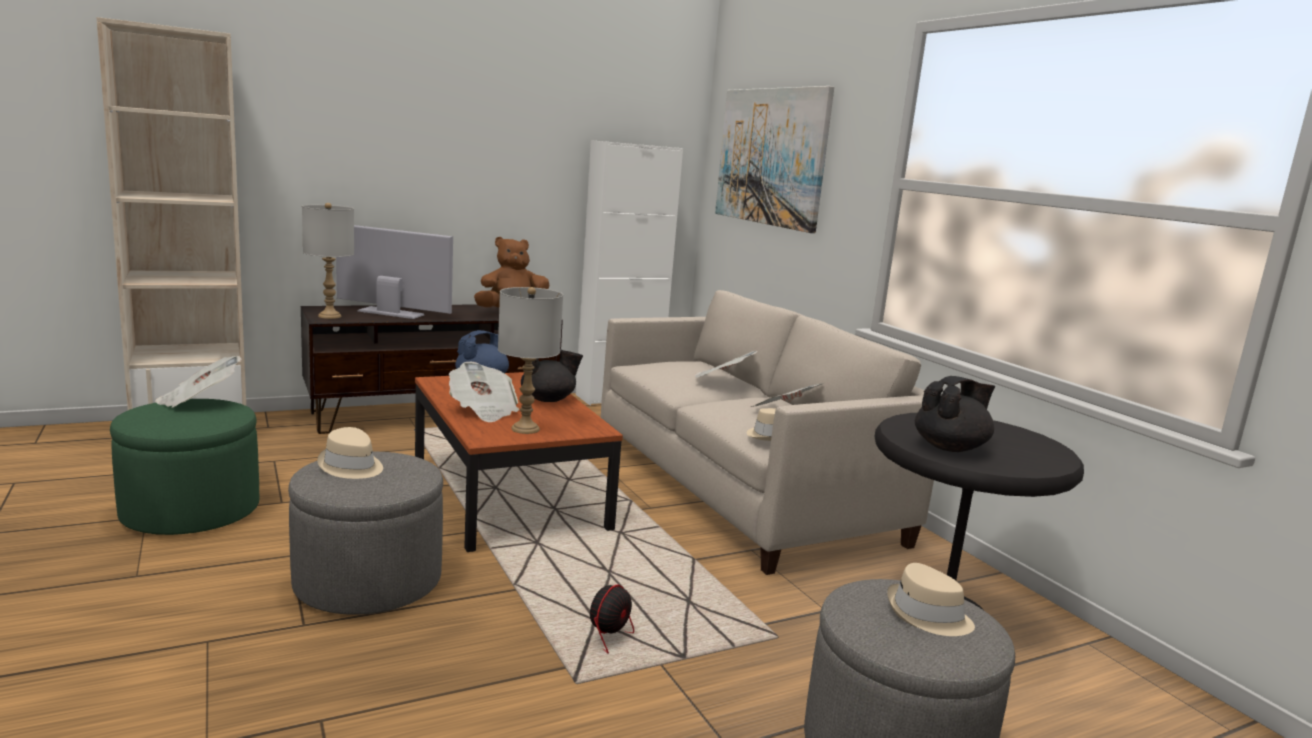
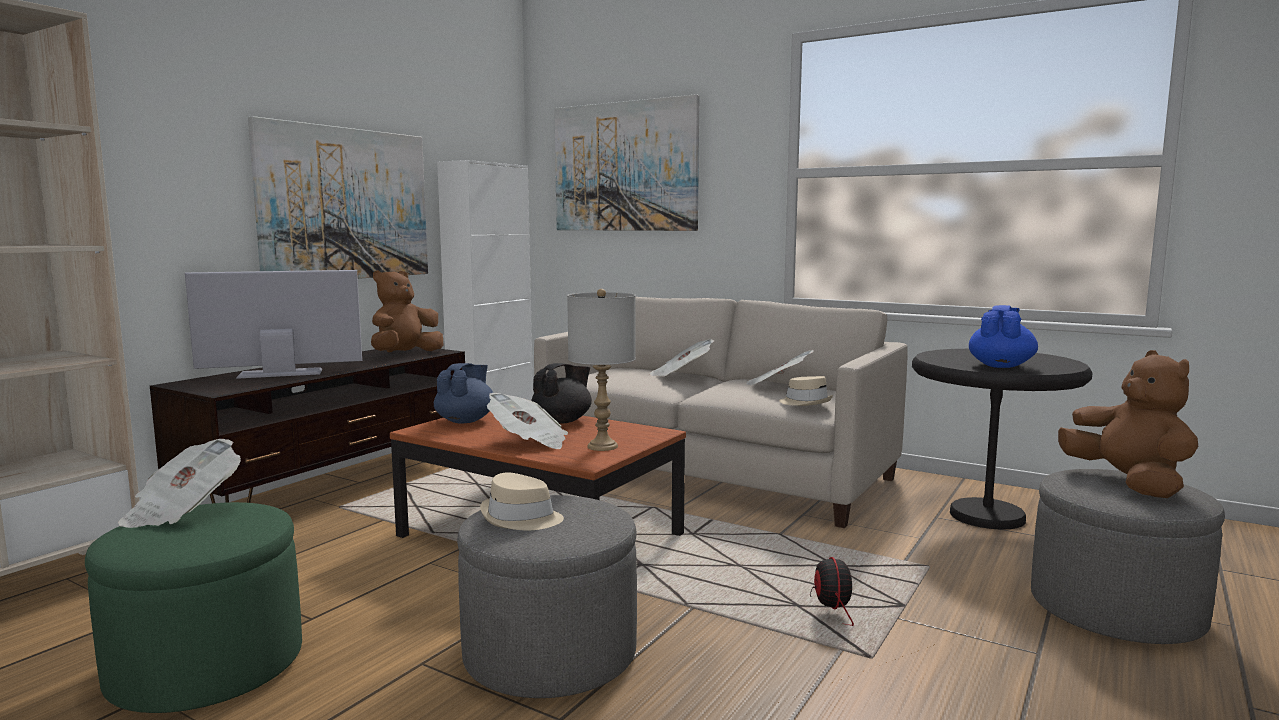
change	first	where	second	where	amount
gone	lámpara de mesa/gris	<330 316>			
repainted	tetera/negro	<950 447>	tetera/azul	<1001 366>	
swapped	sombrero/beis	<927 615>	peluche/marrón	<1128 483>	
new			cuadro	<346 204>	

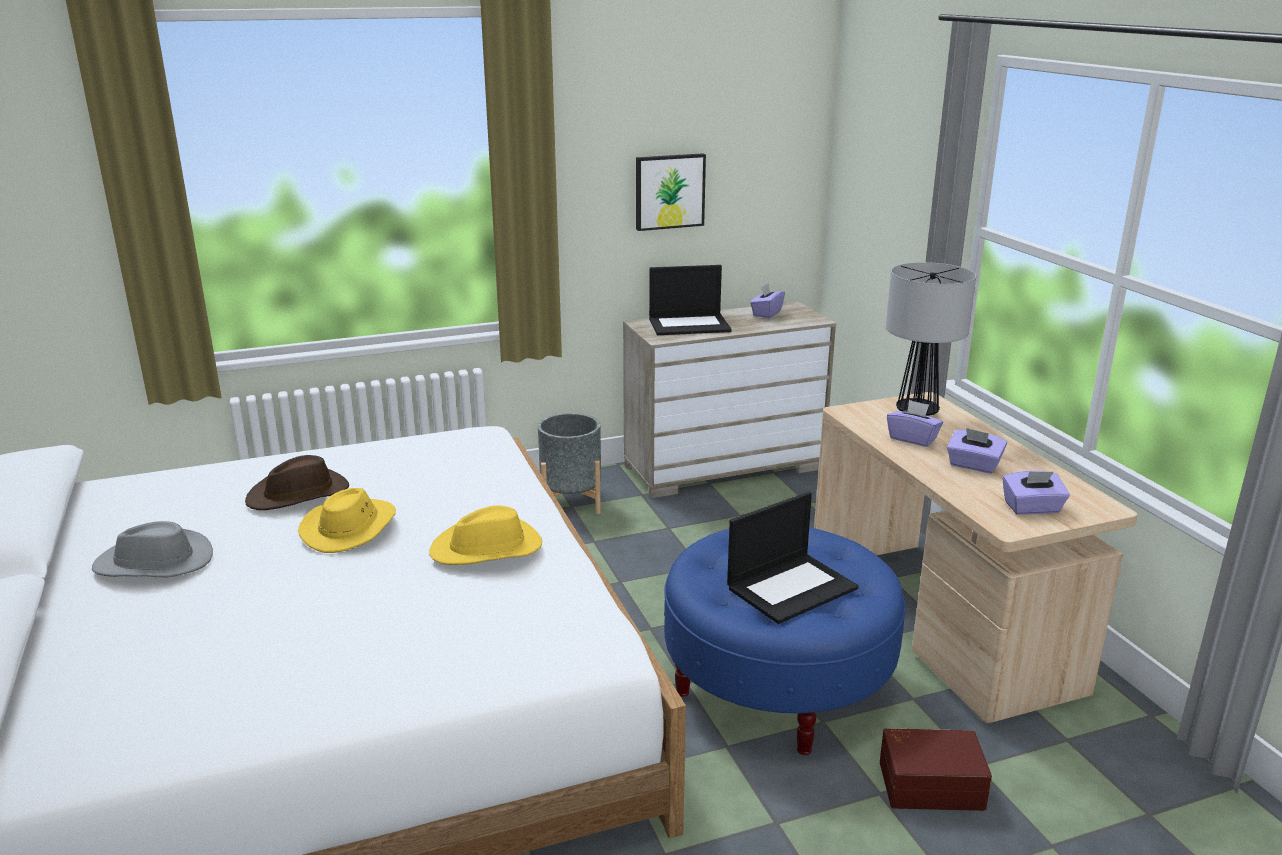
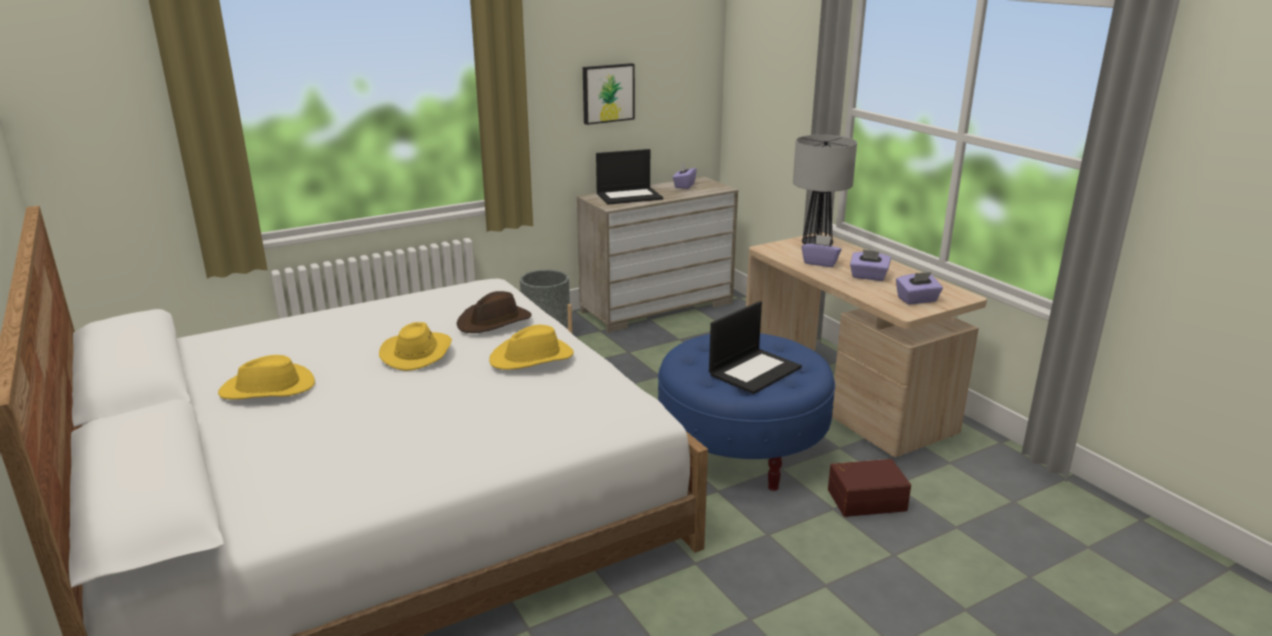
change	first	where	second	where	amount
shifted	sombrero/marrón	<299 494>		<494 322>	
repainted	sombrero/gris	<154 563>	sombrero/amarillo	<268 389>	

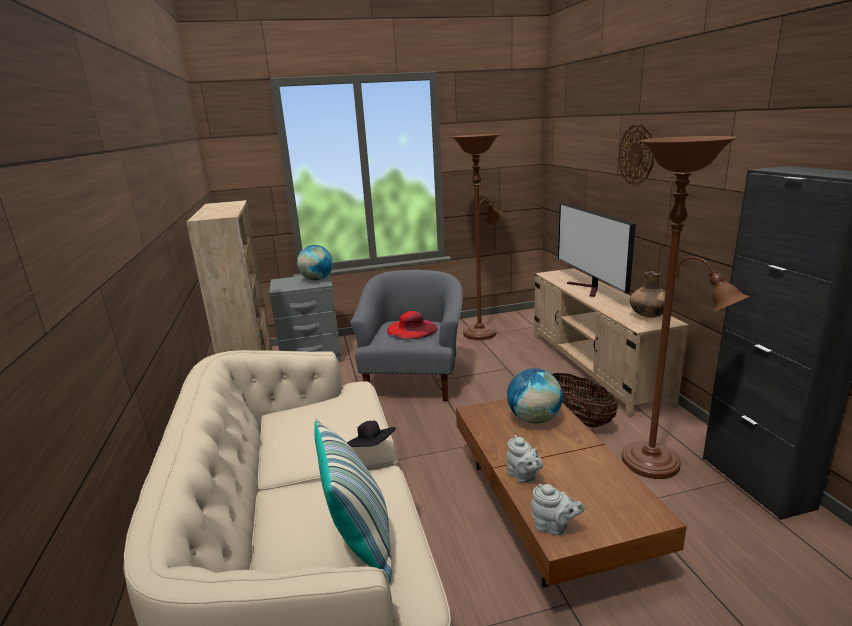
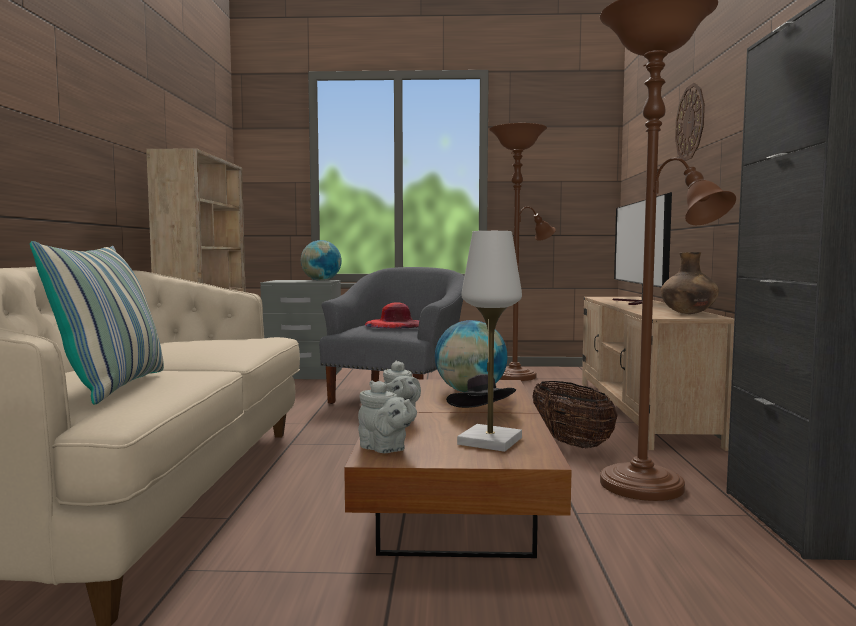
change	first	where	second	where	amount
shifted	sombrero/negro	<371 450>		<482 414>	
new			lámpara de mesa/blanco	<490 441>	

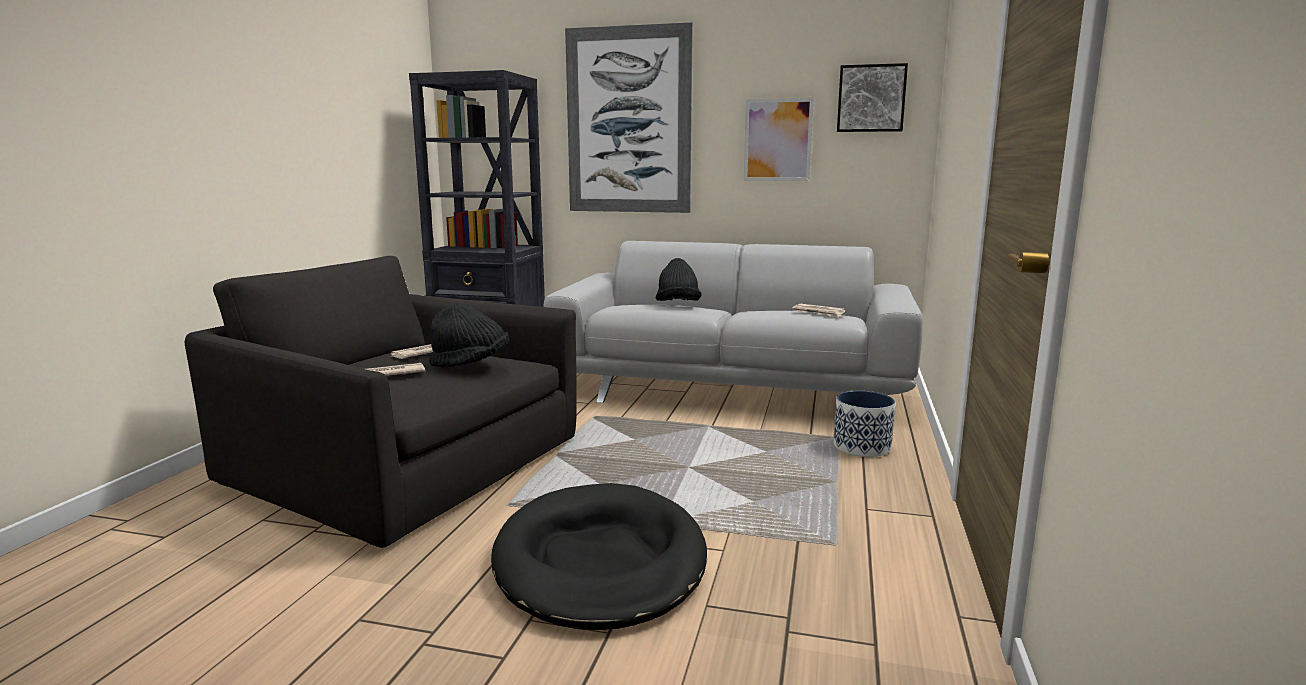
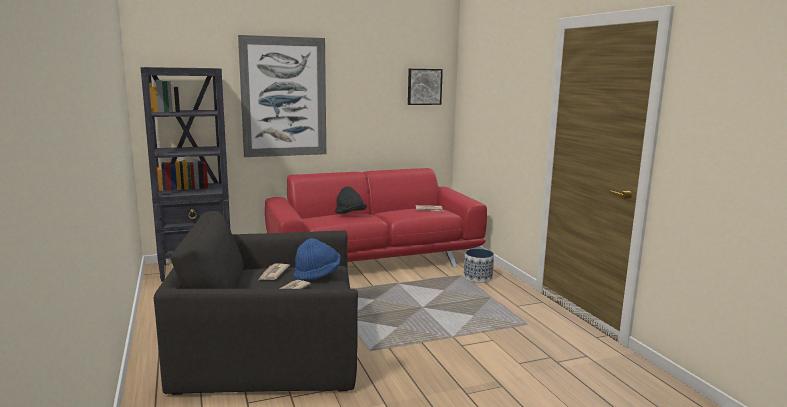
change	first	where	second	where	amount
gone	cuadro	<778 140>			
repainted	sofá/gris	<732 387>	sofá/rojo	<375 258>	
repainted	sombrero/negro	<471 364>	sombrero/azul	<317 274>	
gone	cama para perro/negro	<600 562>			

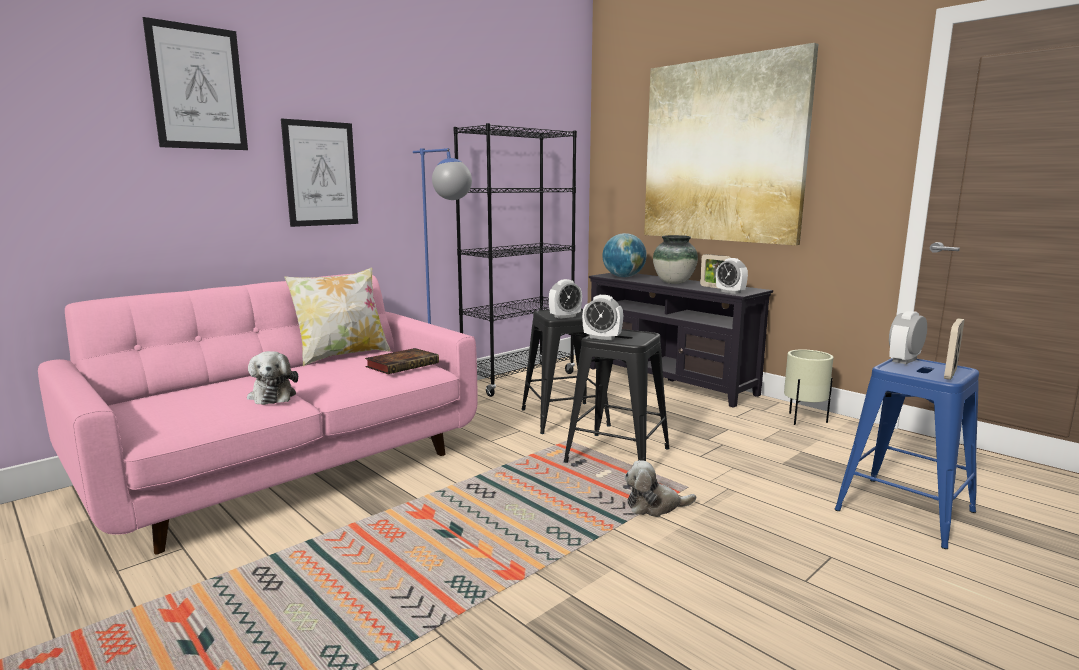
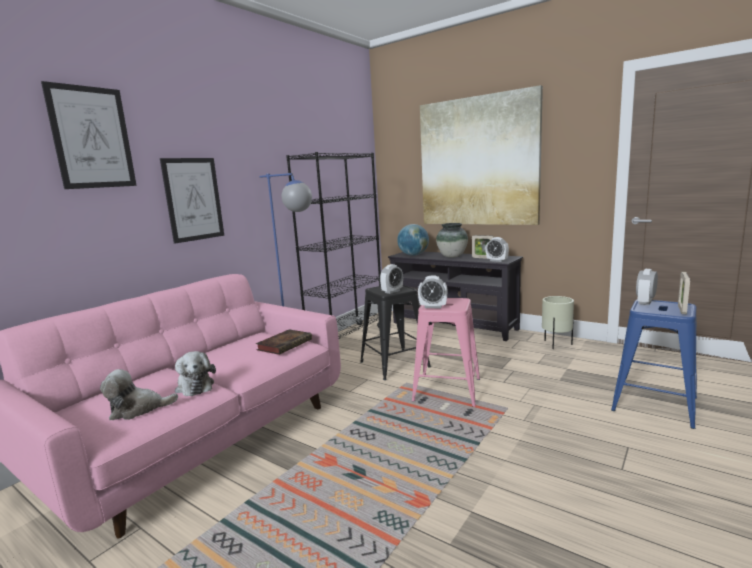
change	first	where	second	where	amount
gone	cojín	<342 355>			
repainted	taburete/negro	<617 455>	taburete/rosa	<446 390>	
shifted	peluche	<655 506>		<138 409>	

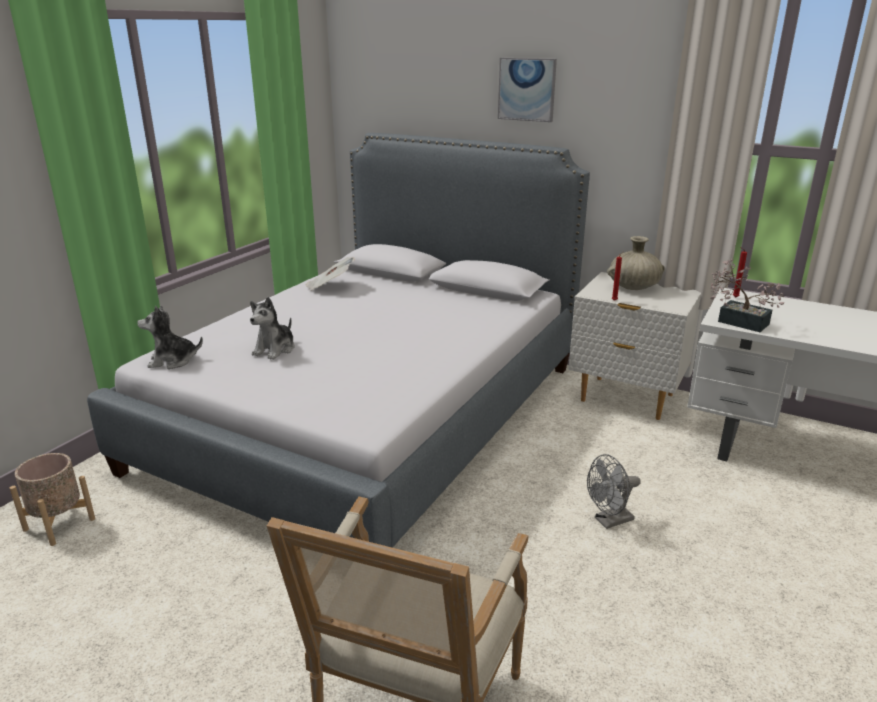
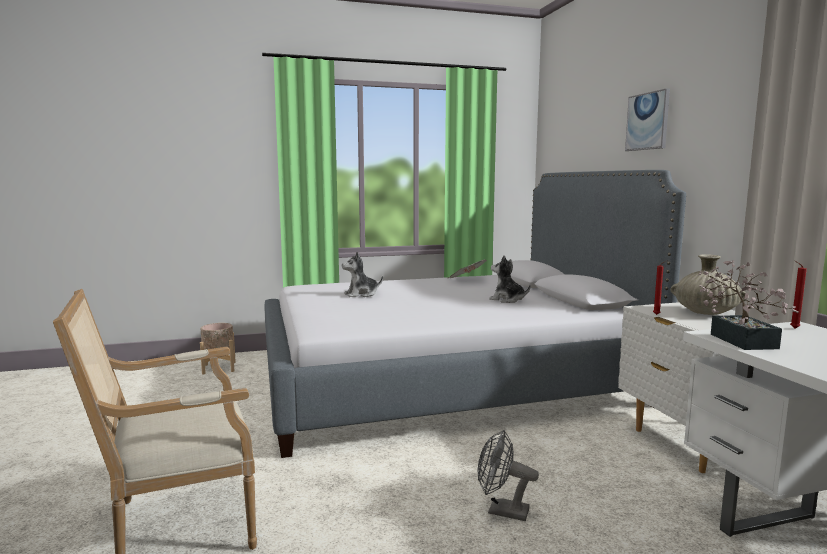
change	first	where	second	where	amount
shifted	peluche	<172 361>		<507 300>	

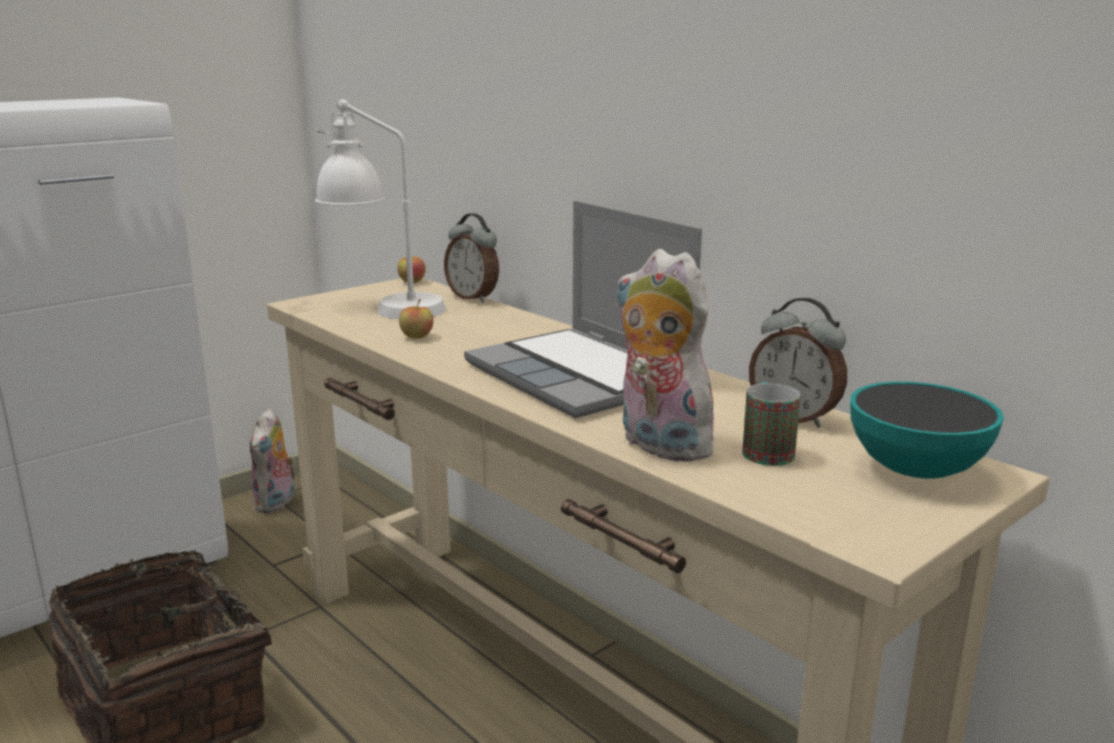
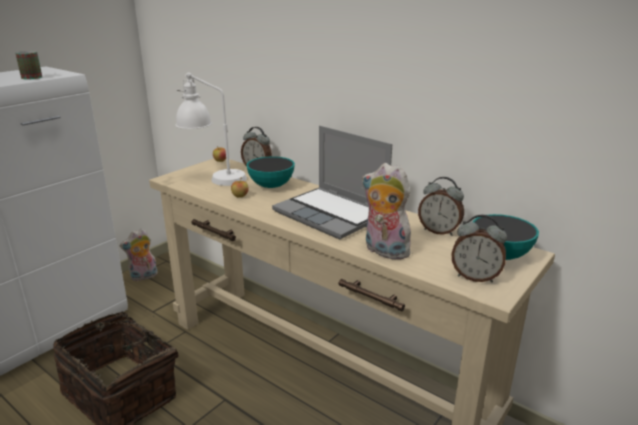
change	first	where	second	where	amount
shifted	taza grande	<766 450>		<33 77>	
rotated	peluche	<277 503>		<143 277>	60 degrees clockwise
new			cuenco	<271 186>	
new			despertador	<475 277>	

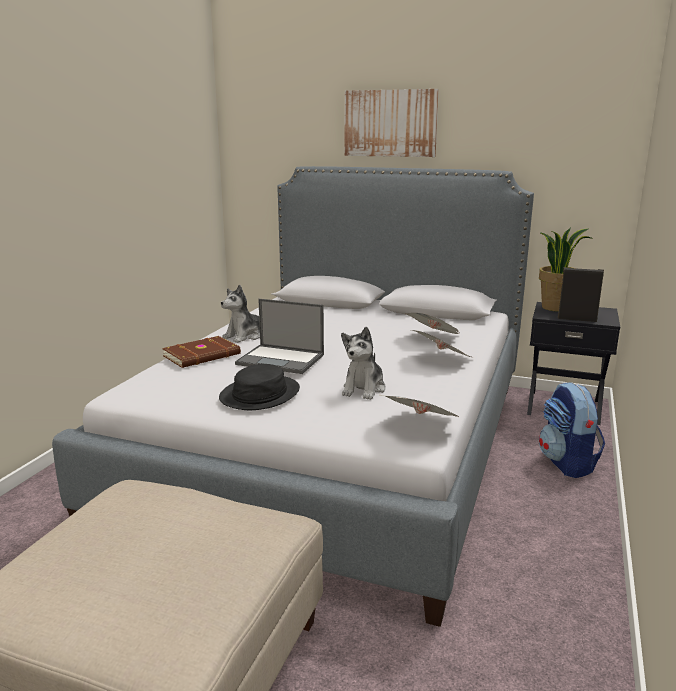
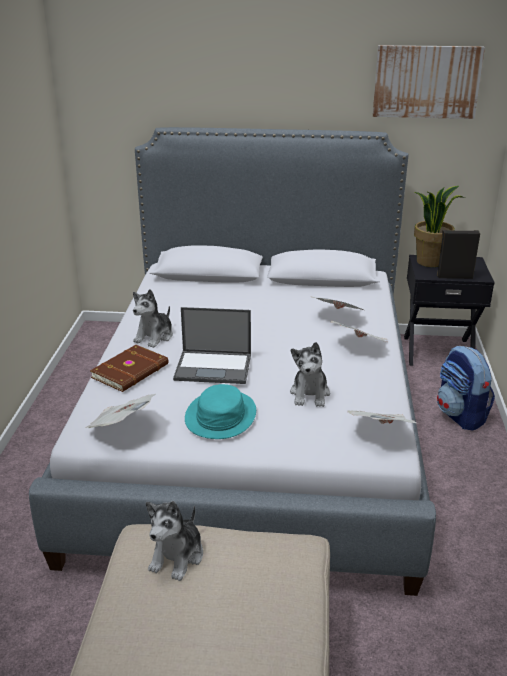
change	first	where	second	where	amount
shifted	cuadro	<390 123>		<426 81>	
repainted	sombrero/negro	<259 394>	sombrero/turquesa	<220 416>	
new			periódico	<122 426>	
new			peluche	<177 556>	

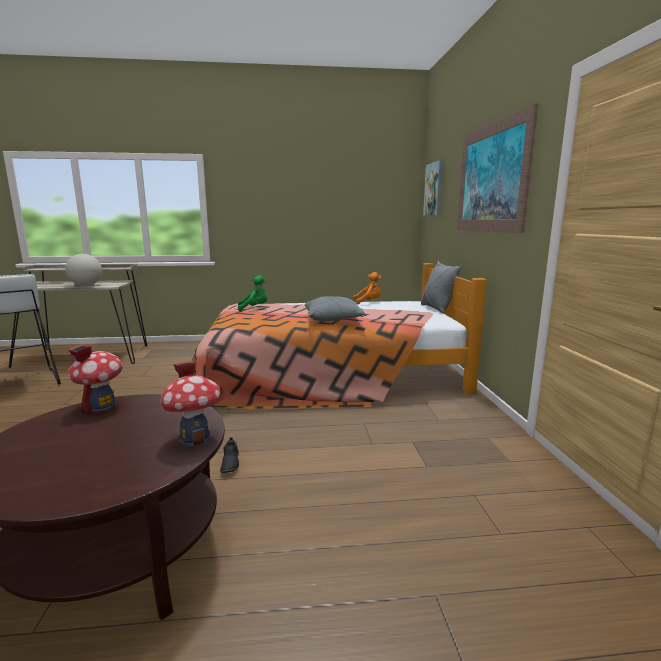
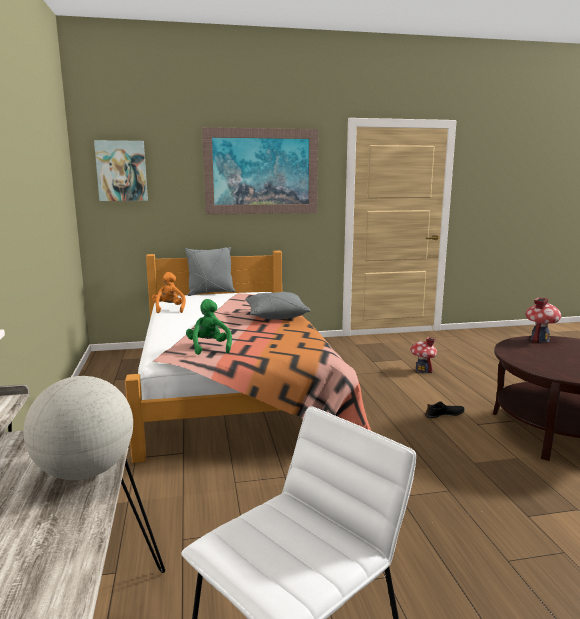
change	first	where	second	where	amount
shifted	casita	<101 406>		<422 370>	

